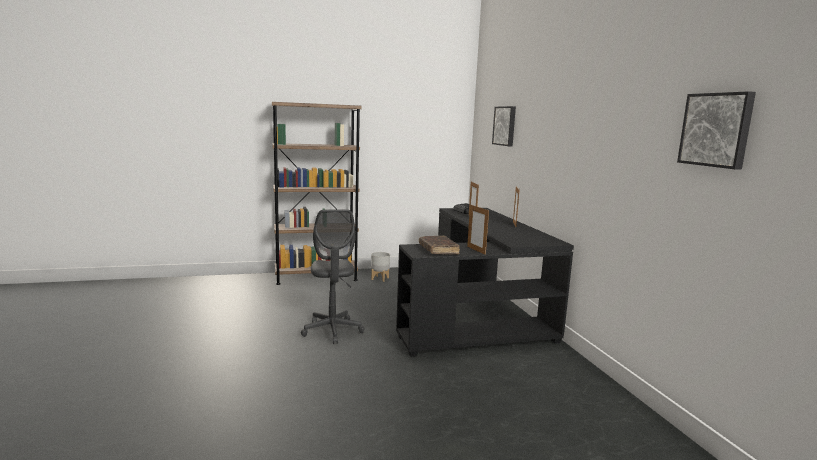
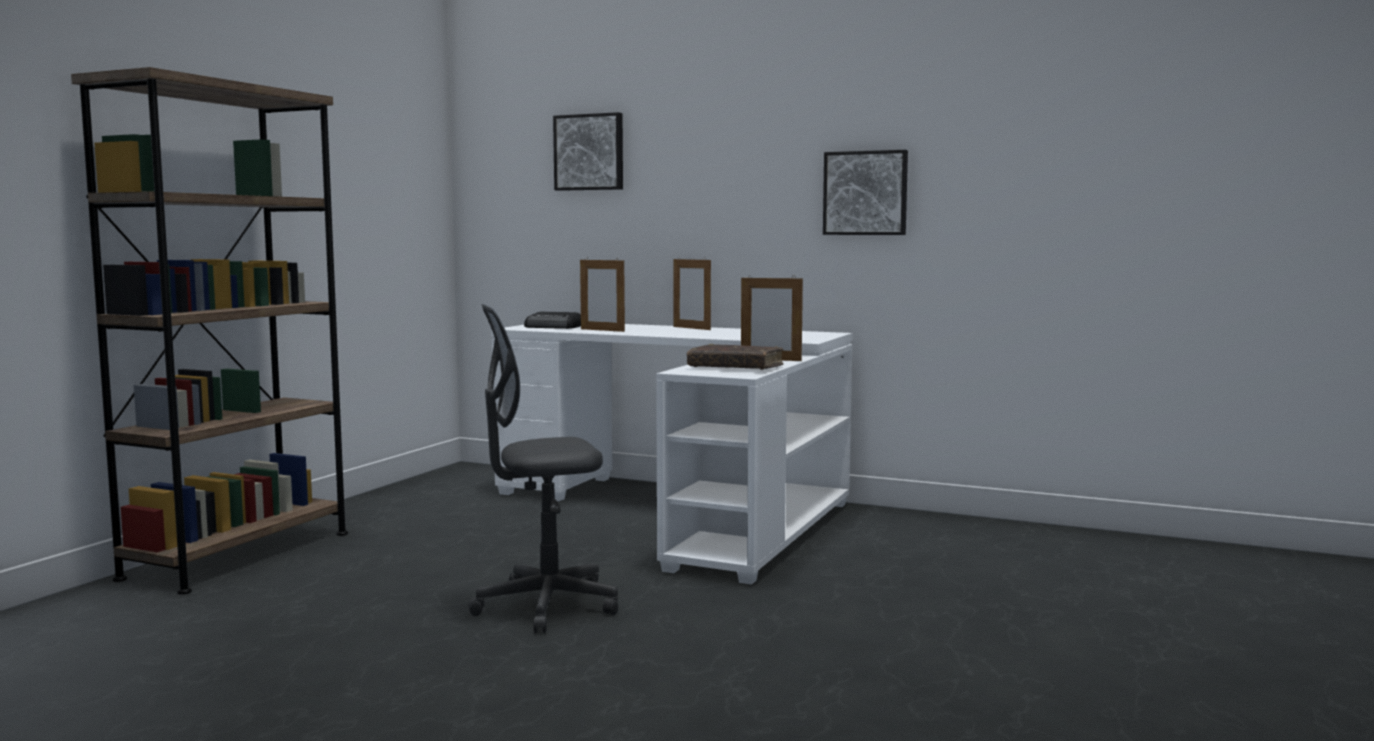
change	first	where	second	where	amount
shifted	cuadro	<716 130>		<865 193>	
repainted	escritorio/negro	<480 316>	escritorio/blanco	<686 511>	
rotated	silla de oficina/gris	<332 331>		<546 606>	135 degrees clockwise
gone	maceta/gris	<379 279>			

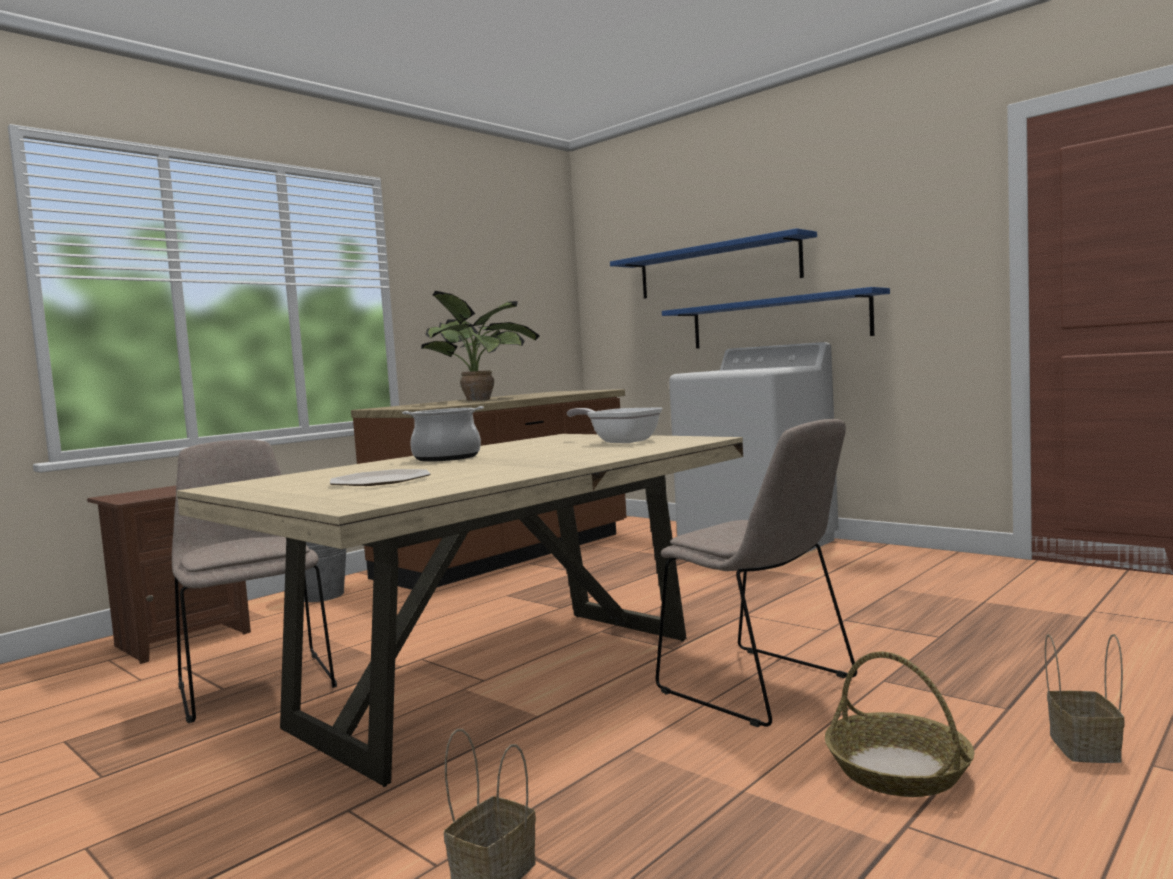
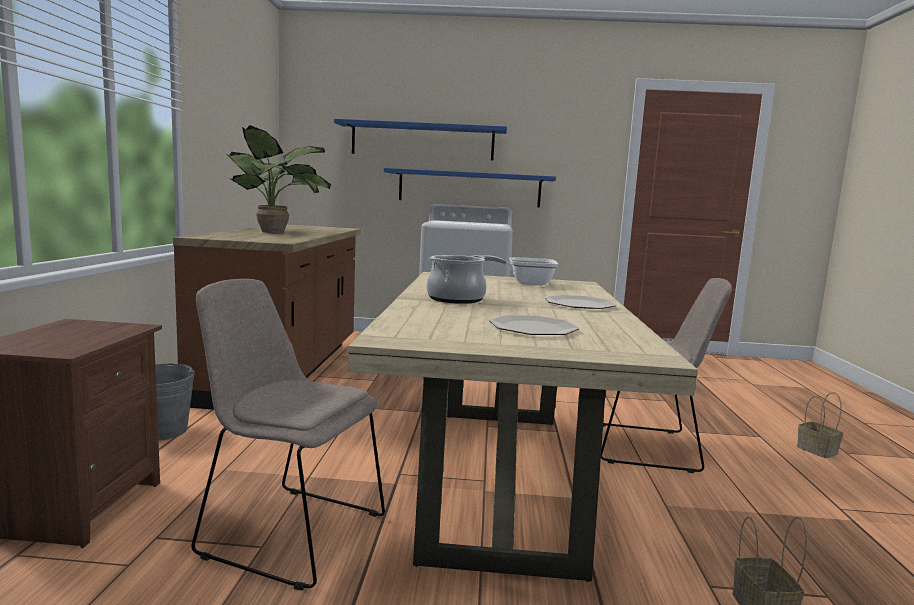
change	first	where	second	where	amount
gone	cesta	<896 770>			
new			plato	<578 304>	

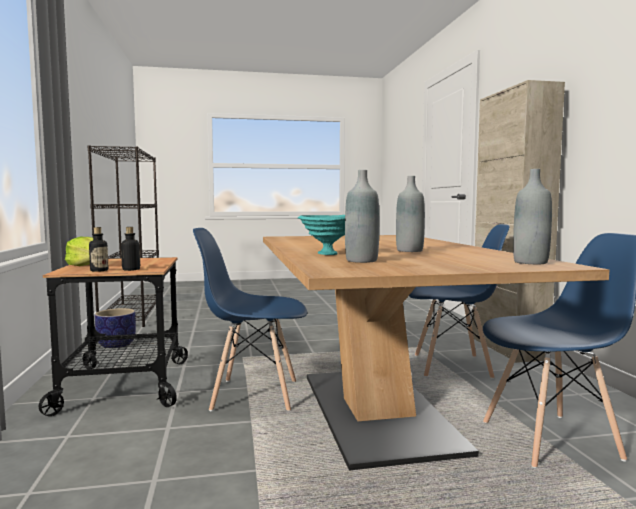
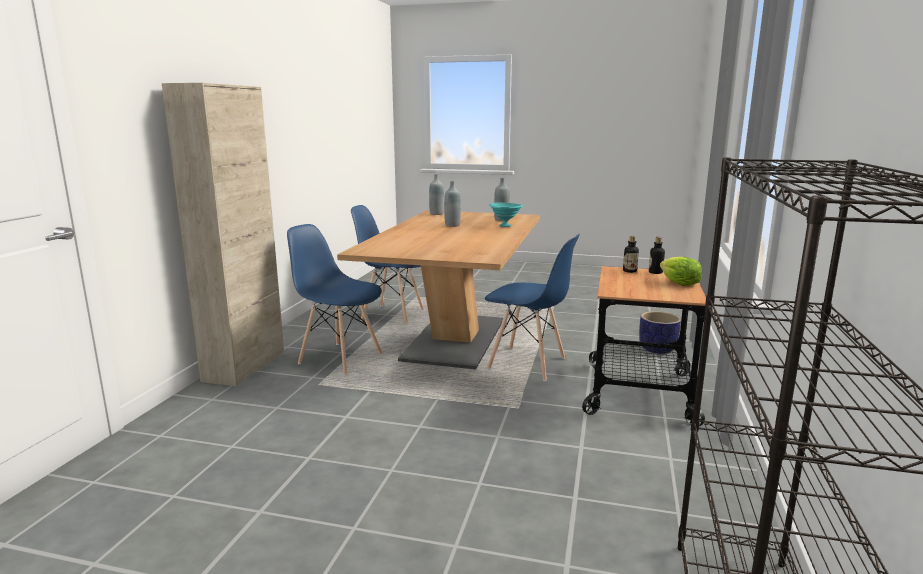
change	first	where	second	where	amount
shifted	maceta	<116 345>		<657 349>	

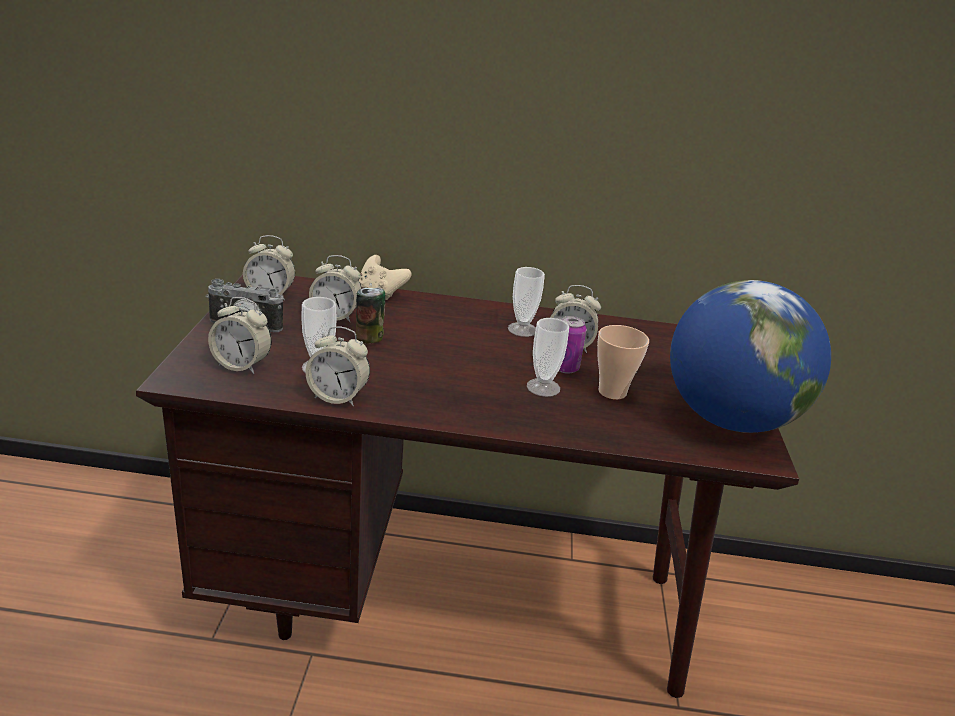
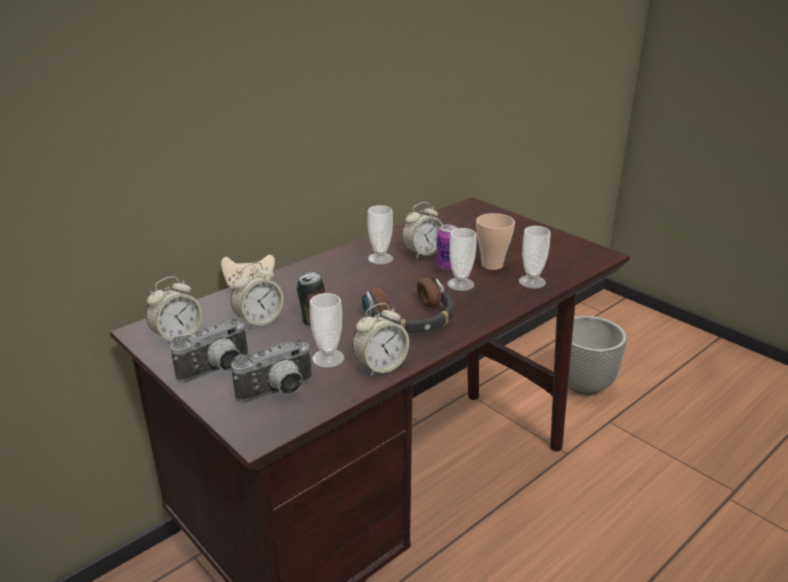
change	first	where	second	where	amount
gone	globo terráqueo	<729 419>			
swapped	despertador	<242 365>	cámara	<278 393>	
new			taza	<532 282>	
new			auriculares	<411 318>	
new			maceta	<583 385>	

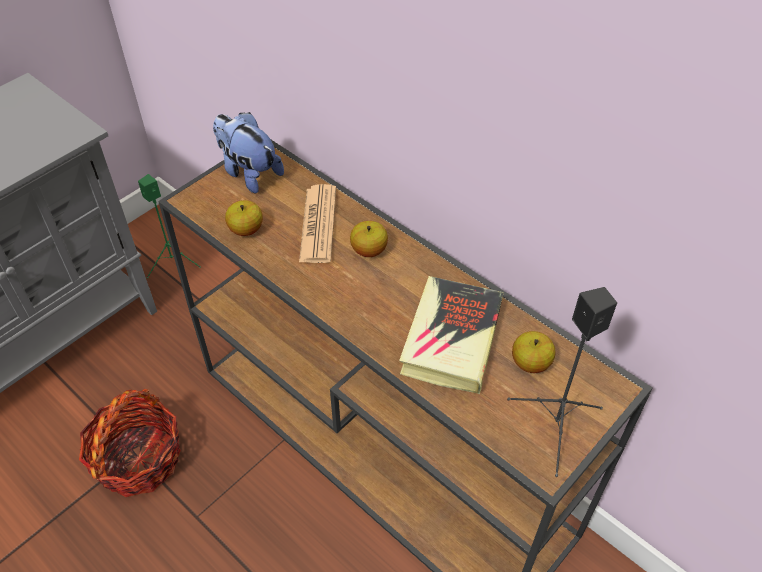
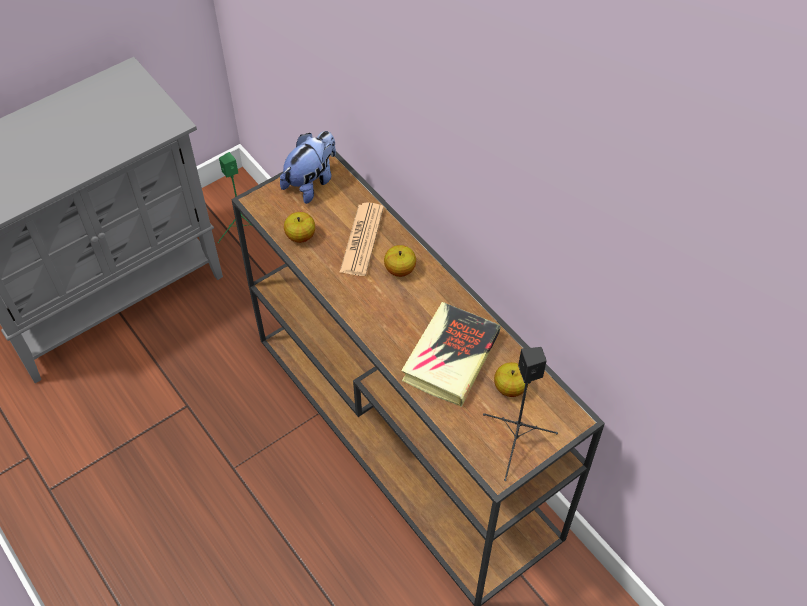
change	first	where	second	where	amount
rotated	peluche	<249 173>		<311 182>	75 degrees clockwise
gone	cesta	<139 459>			

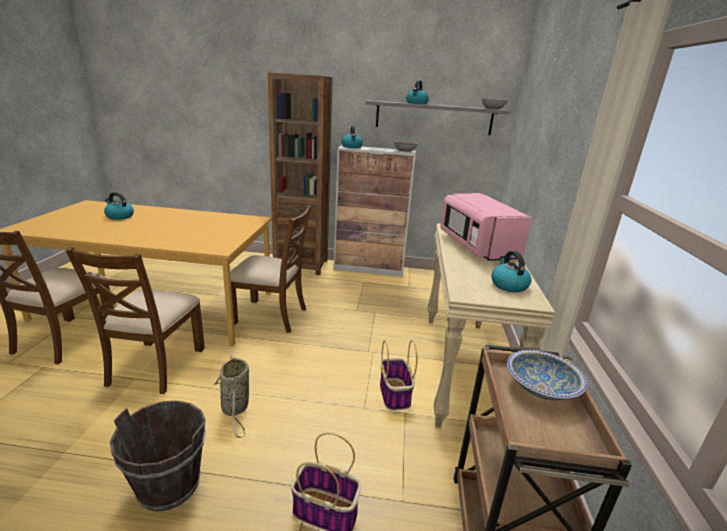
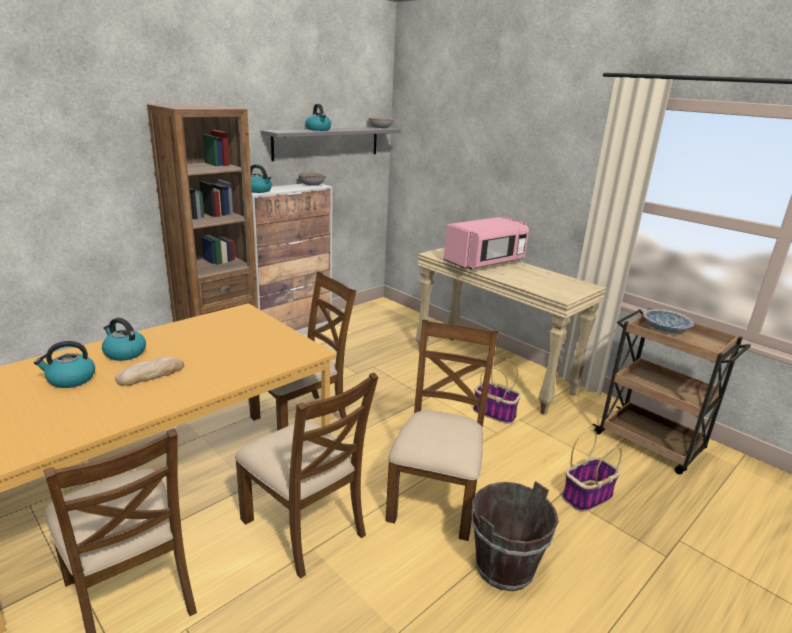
change	first	where	second	where	amount
rotated	microondas/rosa	<476 246>		<485 263>	60 degrees counterclockwise
shifted	hervidor	<508 285>		<124 353>	
swapped	cesta	<235 409>	silla/marrón	<436 497>	
new			pan	<151 374>	

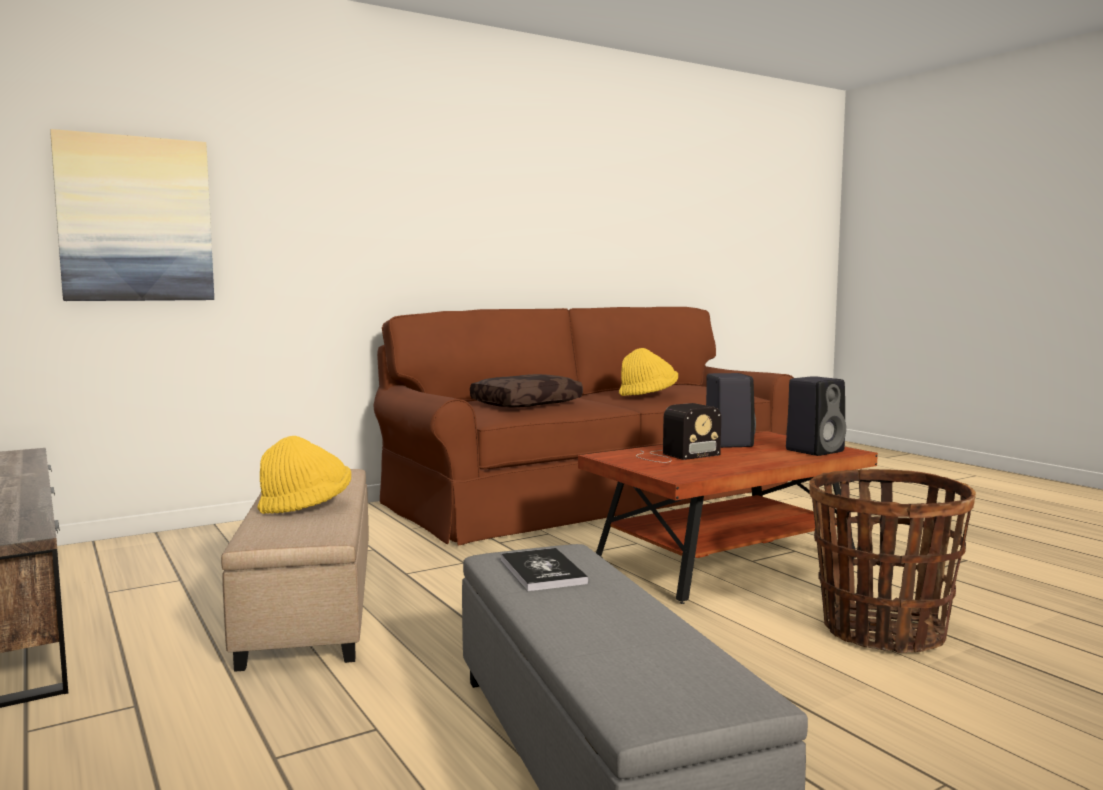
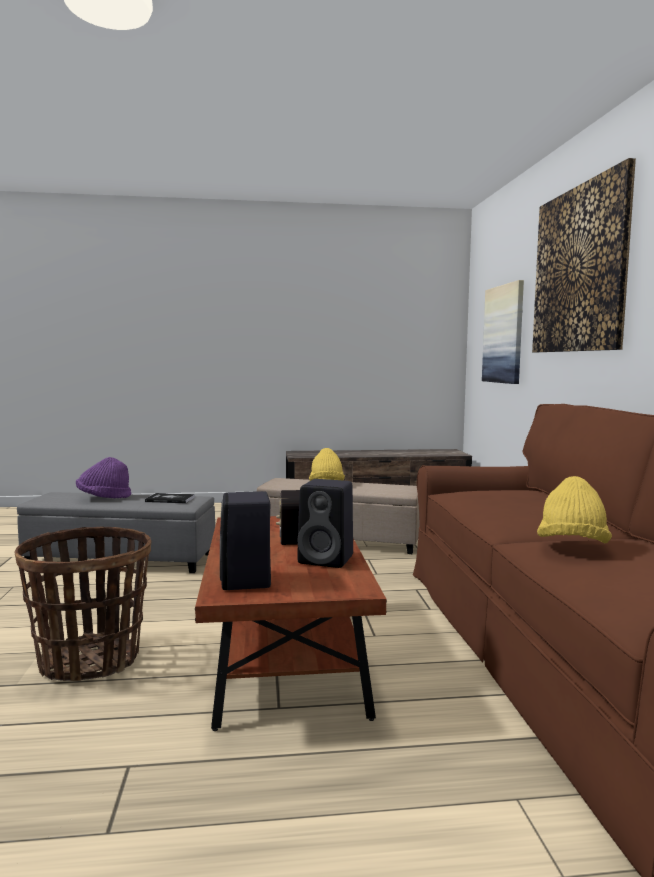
change	first	where	second	where	amount
gone	cojín/marrón	<526 403>			
new			cuadro	<579 269>	
new			sombrero/morado	<104 498>	

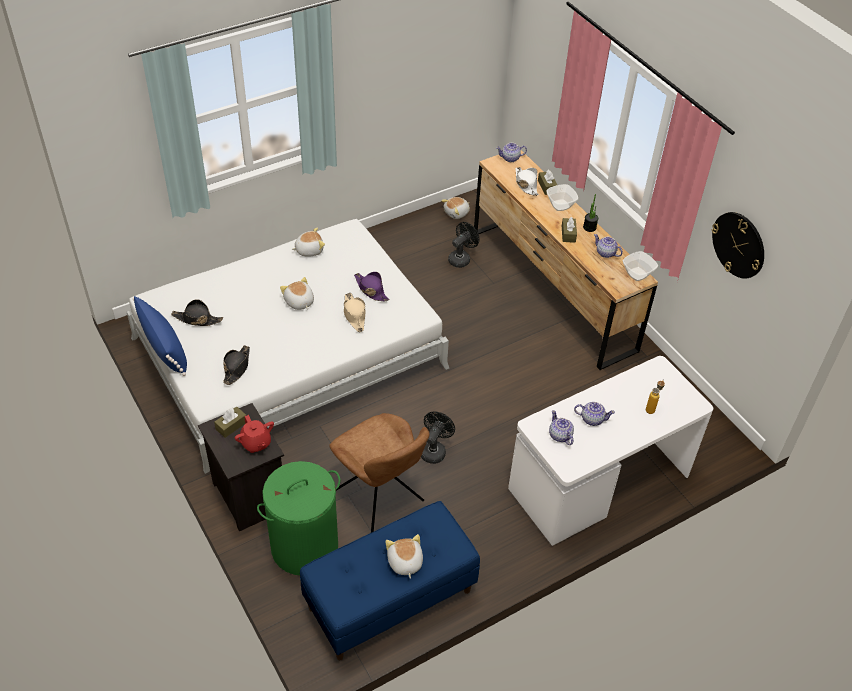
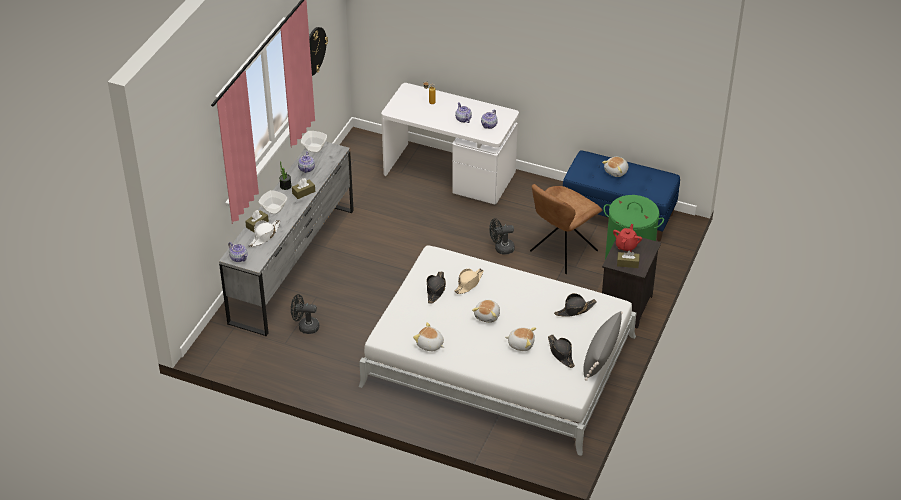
change	first	where	second	where	amount
repainted	cómoda/marrón	<551 289>	cómoda/gris	<293 265>	
shifted	peluche	<457 213>		<521 344>	
repainted	sombrero/morado	<371 290>	sombrero/negro	<435 290>	
repainted	cojín/azul	<164 347>	cojín/gris	<601 355>	
rotated	silla/marrón	<380 498>		<561 252>	150 degrees counterclockwise

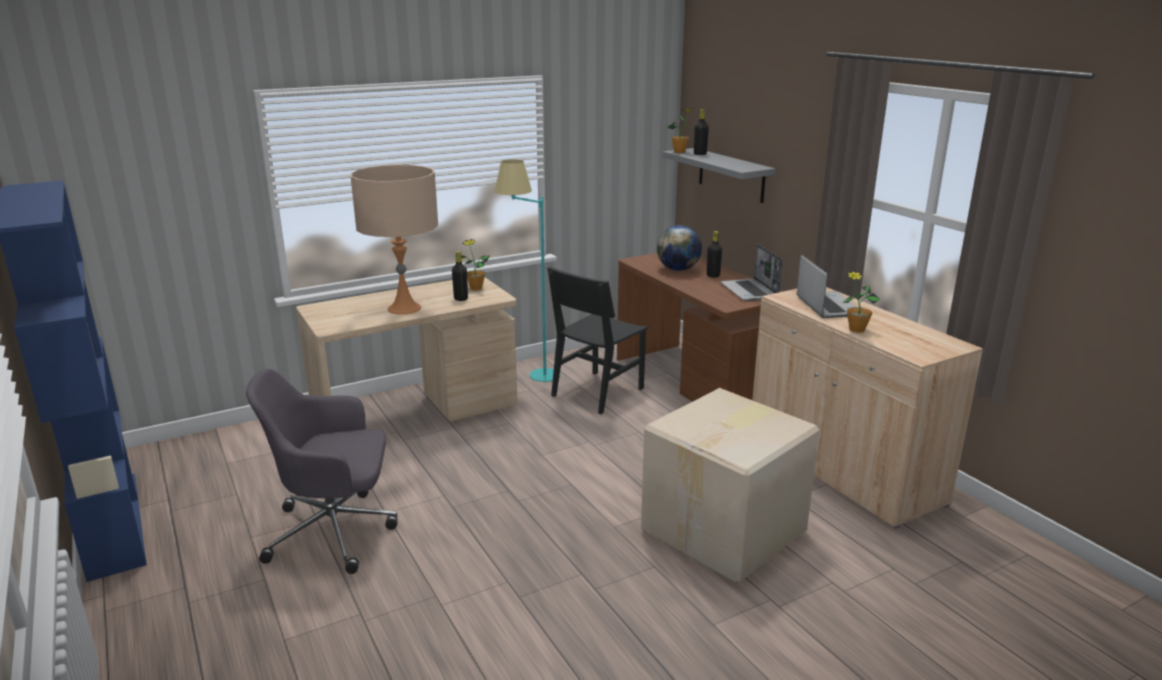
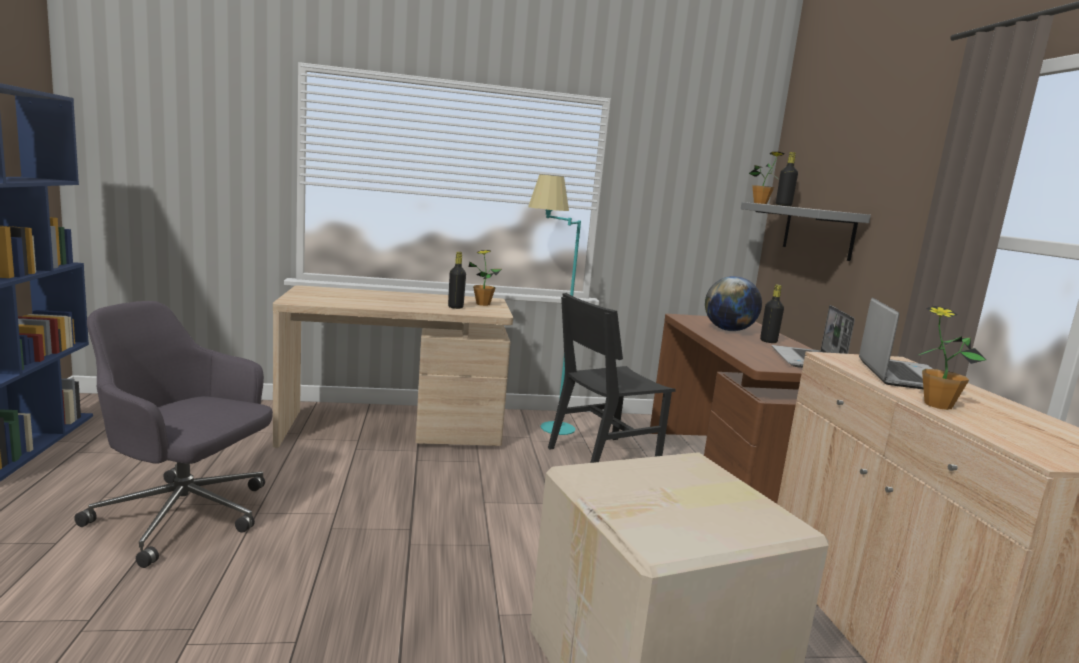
change	first	where	second	where	amount
gone	lámpara de mesa/beis	<404 308>			

